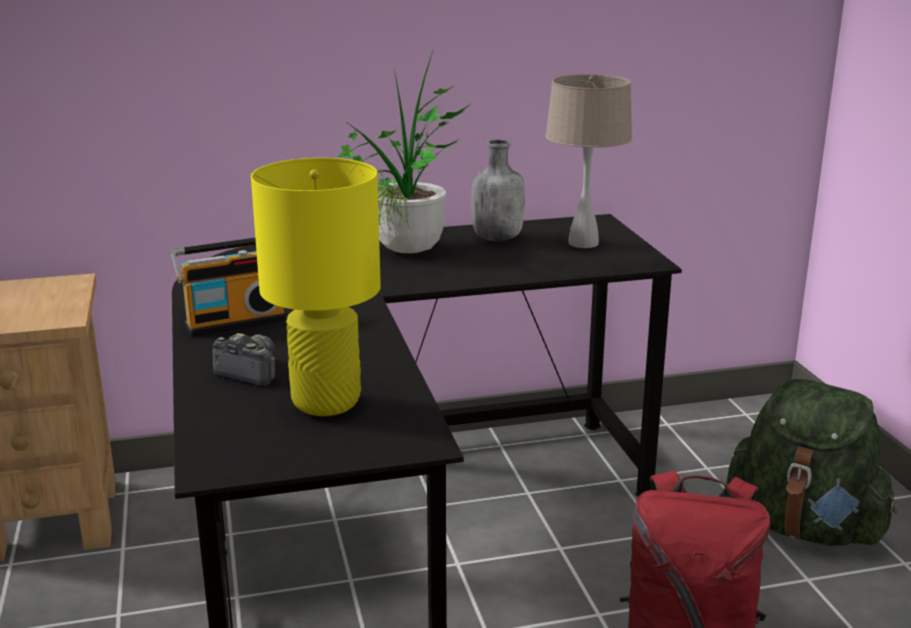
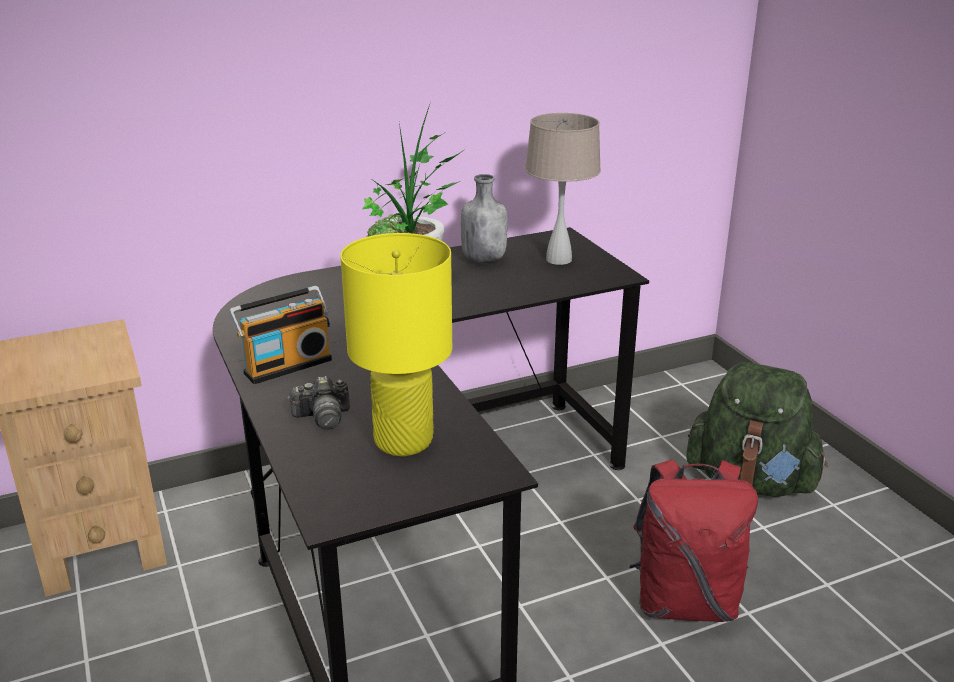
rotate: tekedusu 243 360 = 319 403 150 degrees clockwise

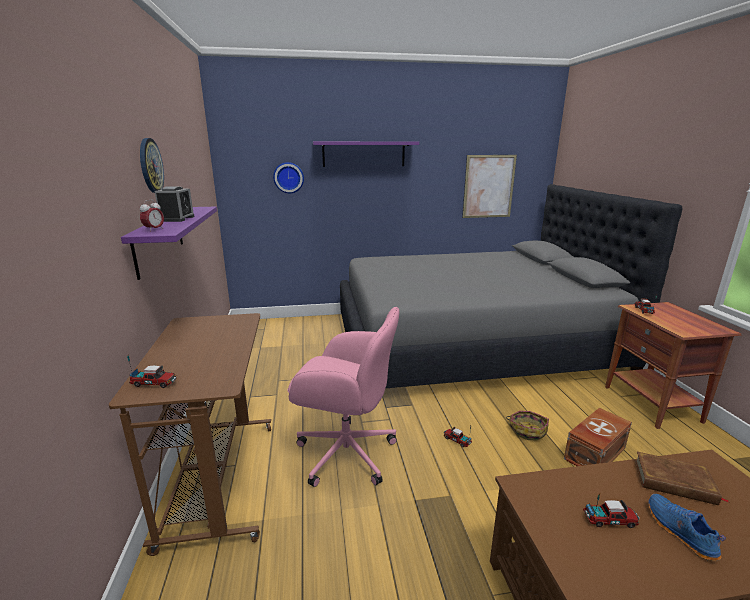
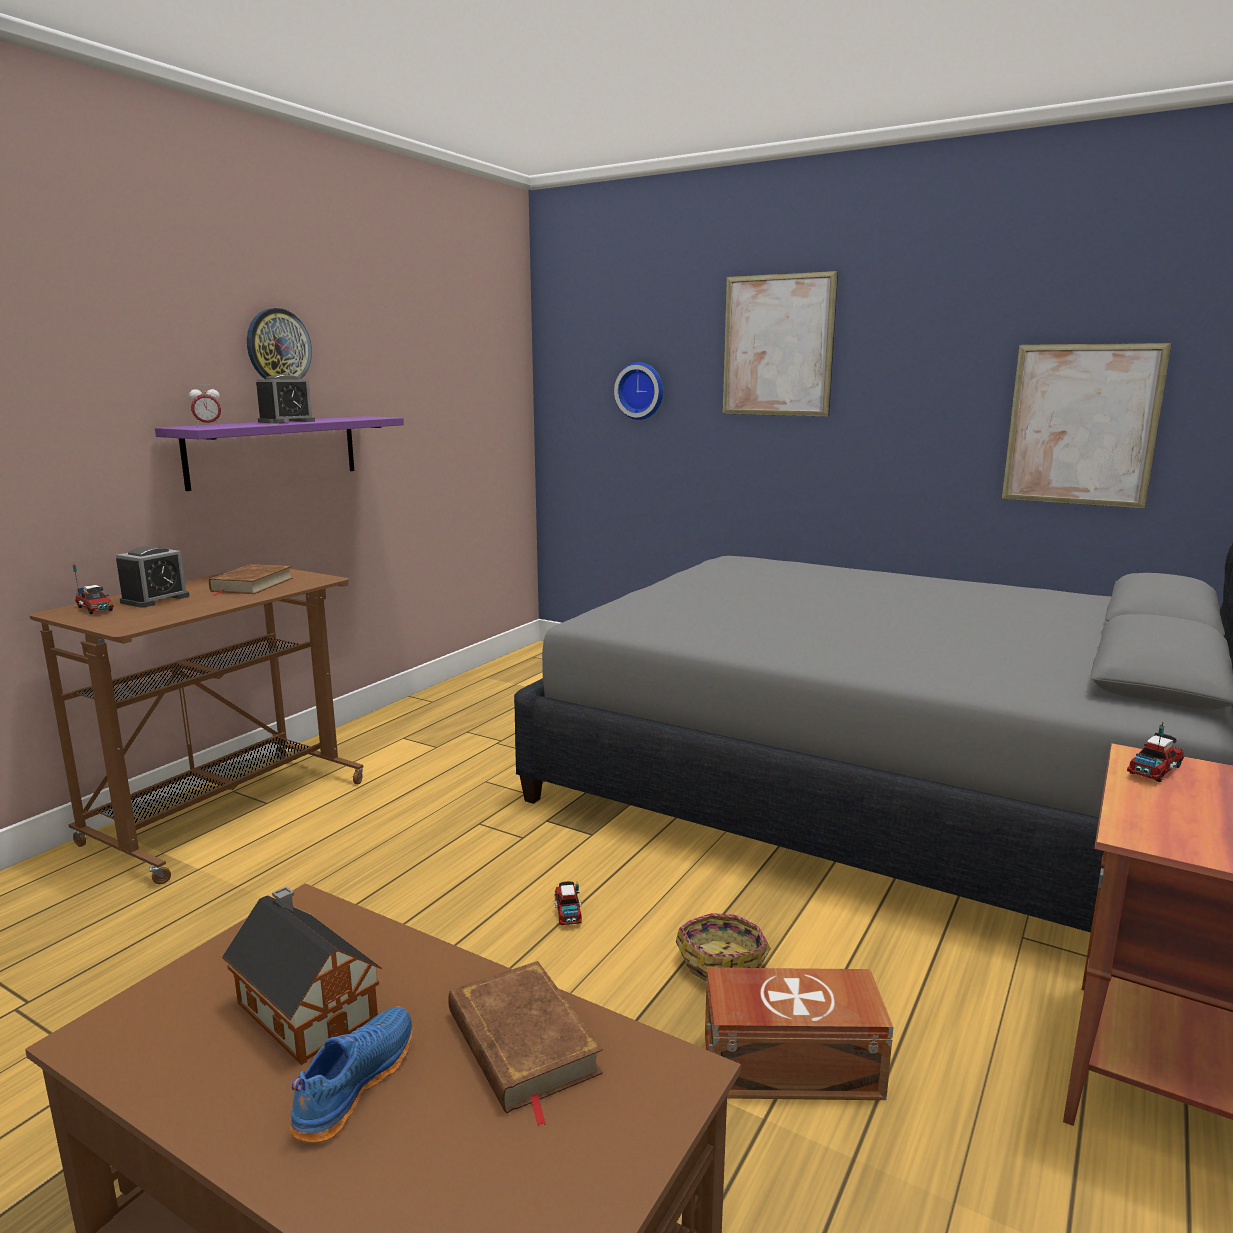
delete: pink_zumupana 343 397
insert: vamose 152 577; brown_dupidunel 251 580
replace: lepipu 611 510 to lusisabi 302 976; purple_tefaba 366 154 to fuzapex 780 344

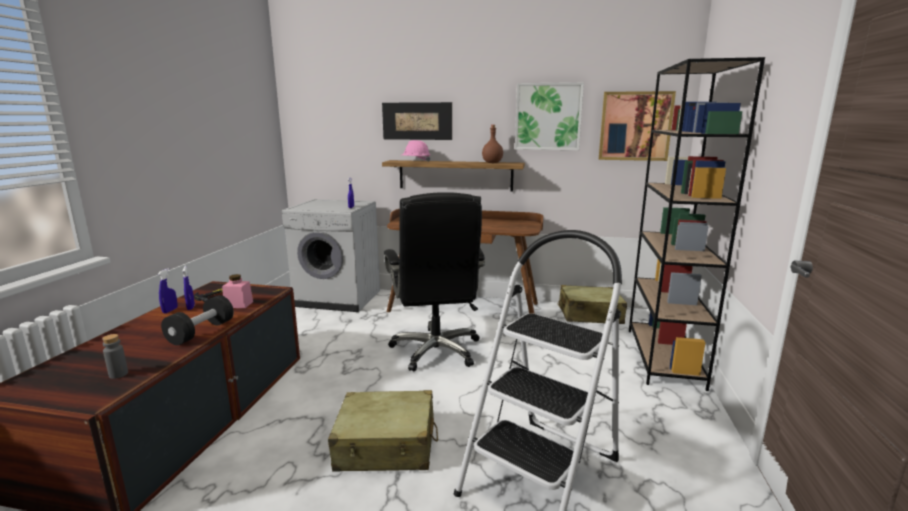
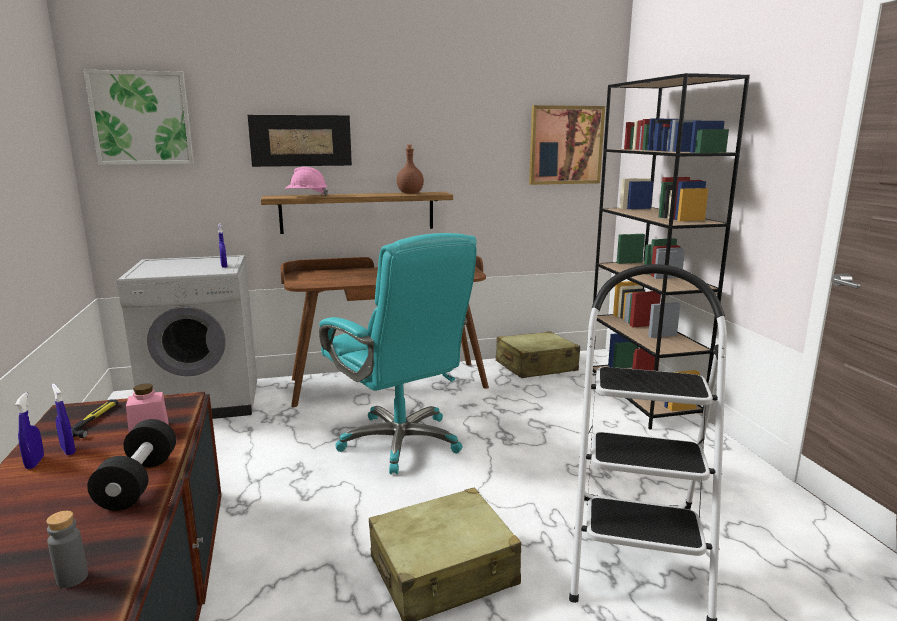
move: fuzapex 549 116 to 139 117
recolor: black_zumupana 434 282 to turquoise_zumupana 398 353

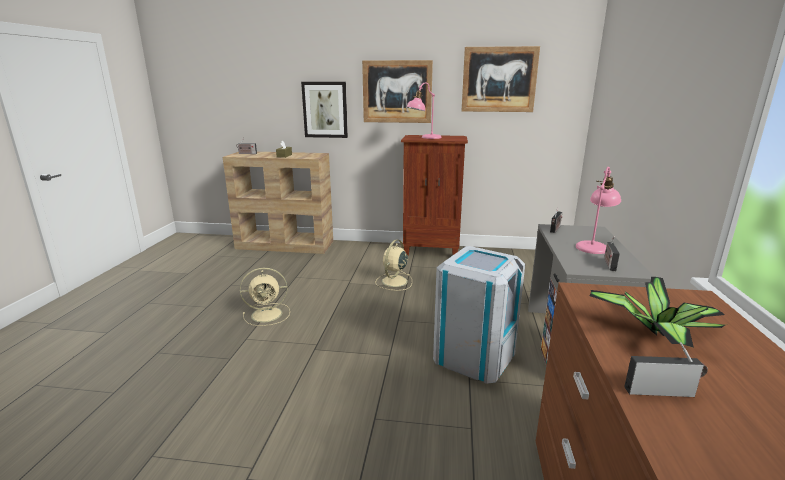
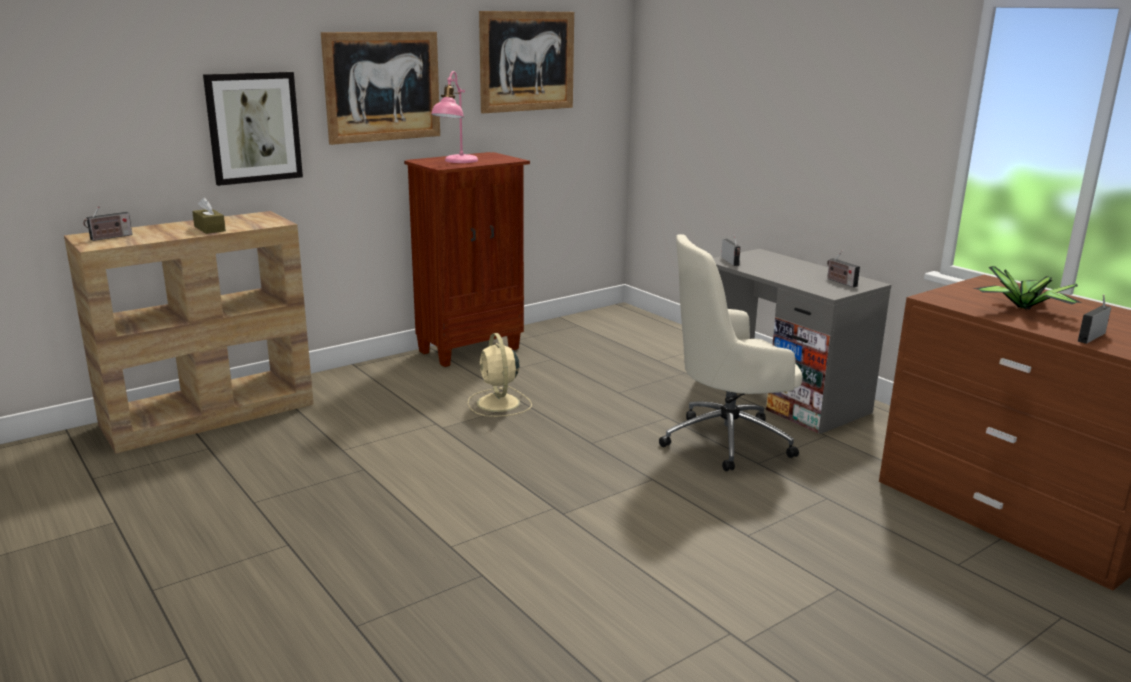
delete: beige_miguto 265 297; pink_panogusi 598 210
replace: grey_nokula 479 315 to beige_zumupana 730 352

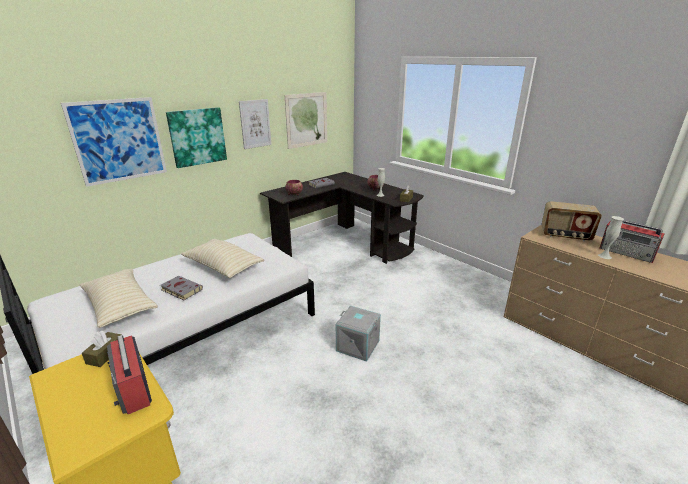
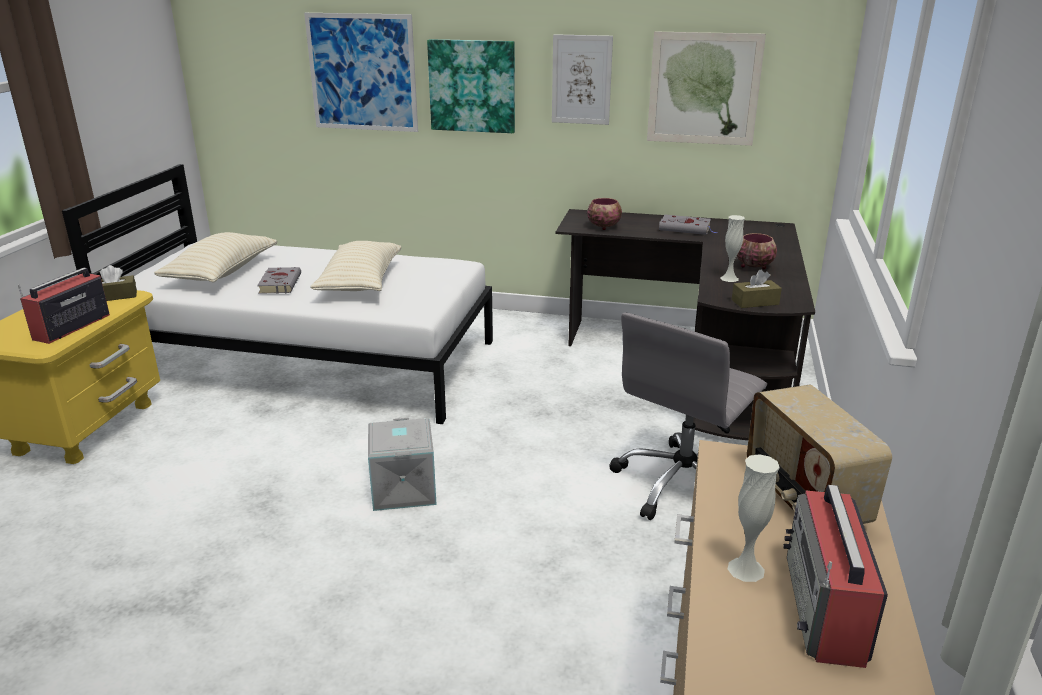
insert: grey_zumupana 688 416

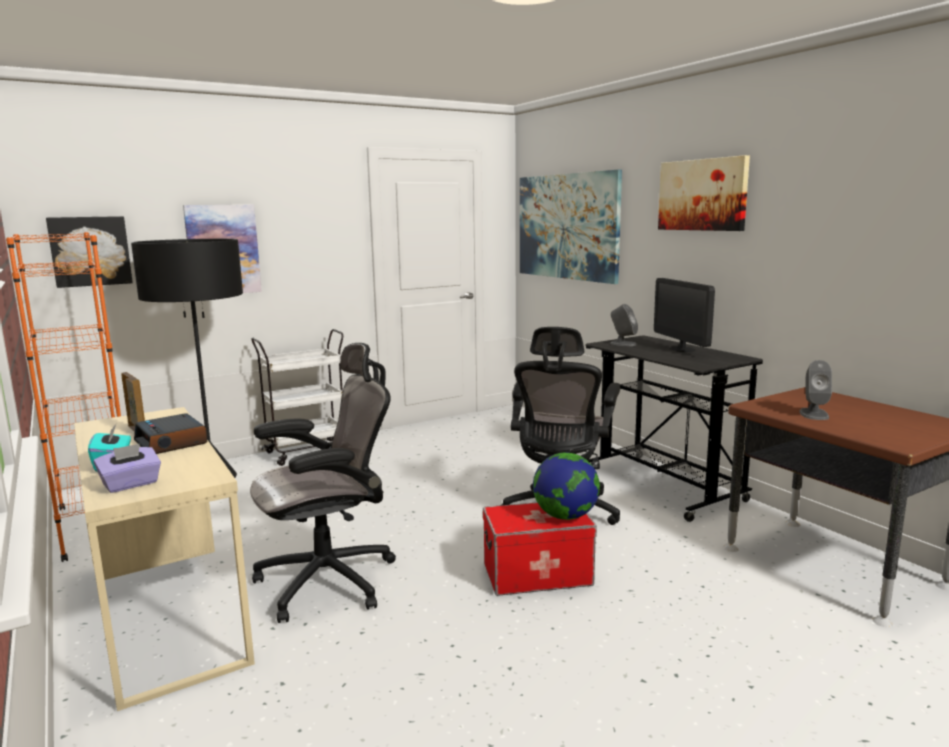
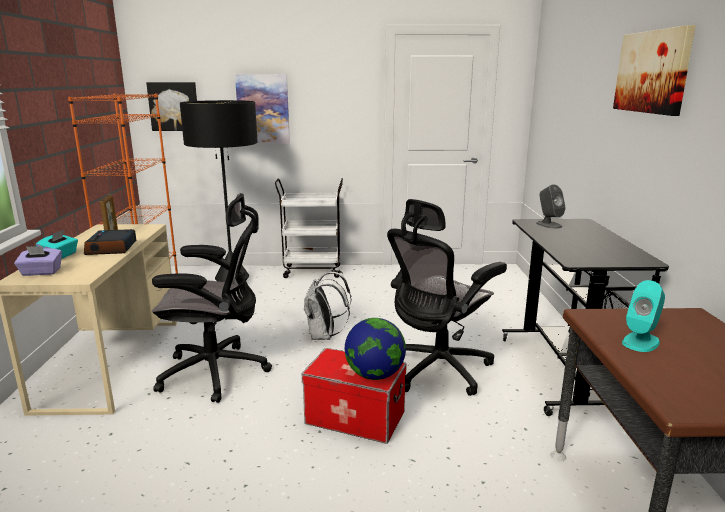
delete: fuzapex 571 226; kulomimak 684 315
insert: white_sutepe 327 306
recolor: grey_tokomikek 815 390 to turquoise_tokomikek 643 316

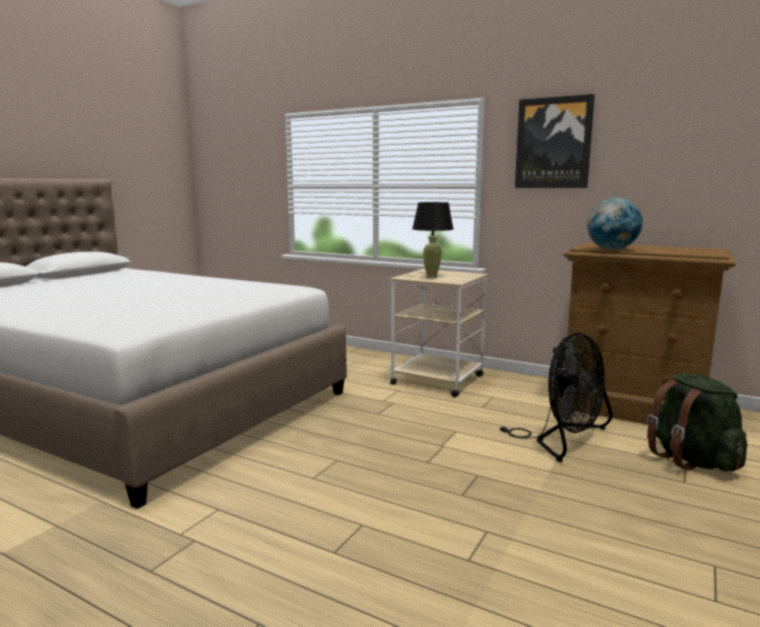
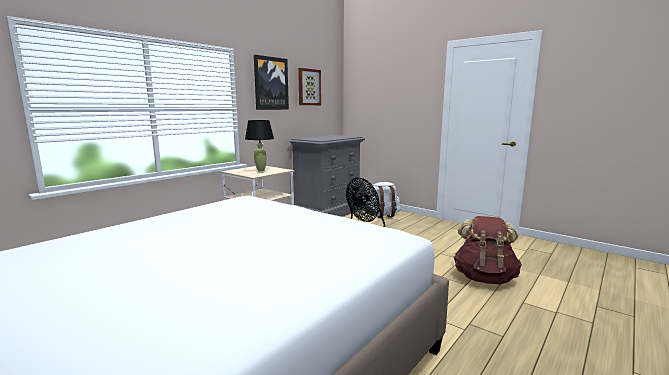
delete: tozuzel 615 224
insert: fuzapex 309 86; brown_sutepe 488 250
recolor: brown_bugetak 646 334 to grey_bugetak 327 176; green_sutepe 697 422 to white_sutepe 383 200

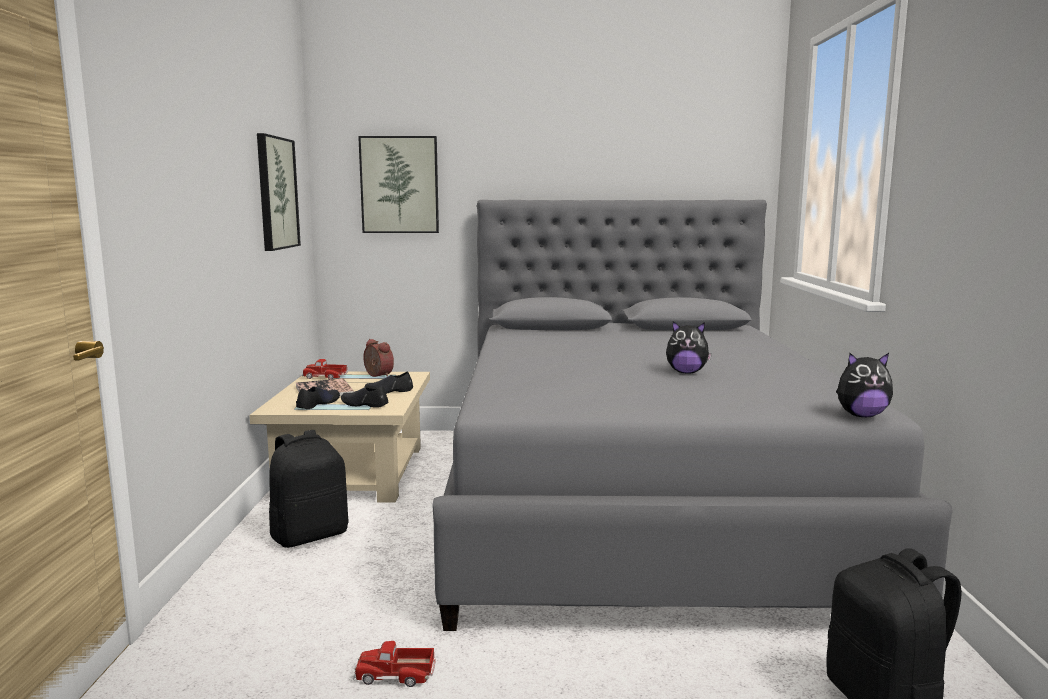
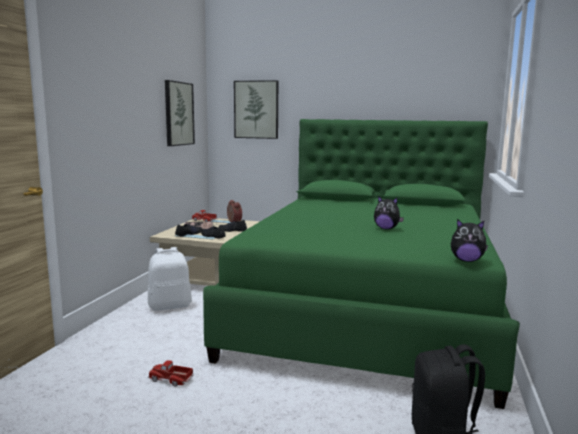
recolor: black_sutepe 309 489 to white_sutepe 170 279; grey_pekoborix 692 415 to green_pekoborix 361 264

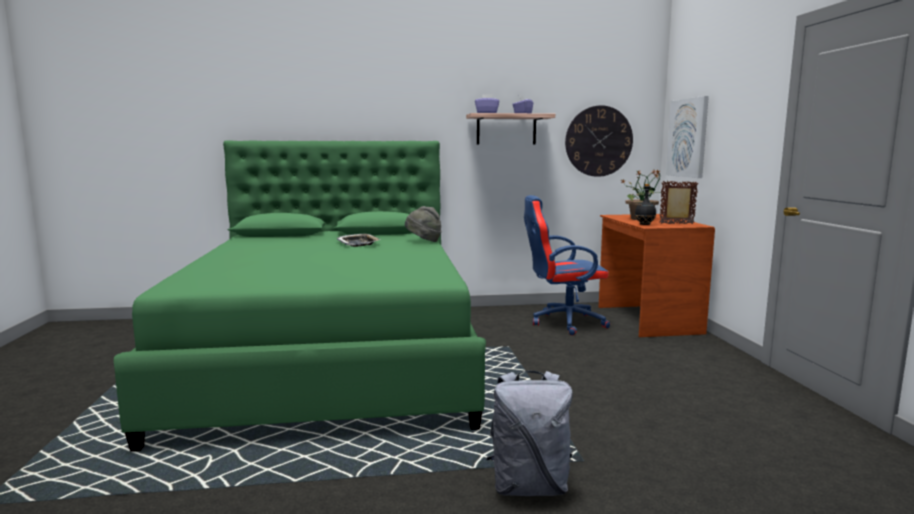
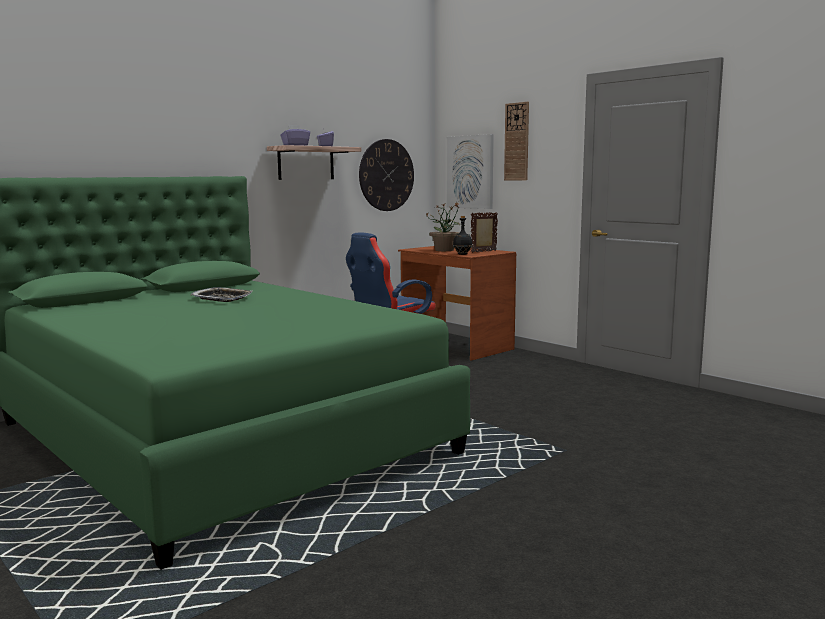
delete: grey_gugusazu 423 224; grey_sutepe 530 433
insert: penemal 516 141

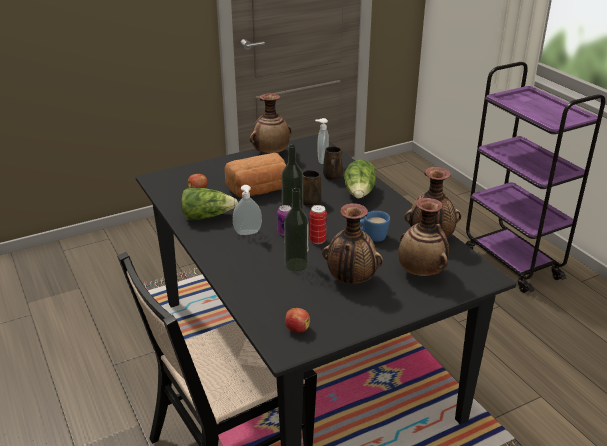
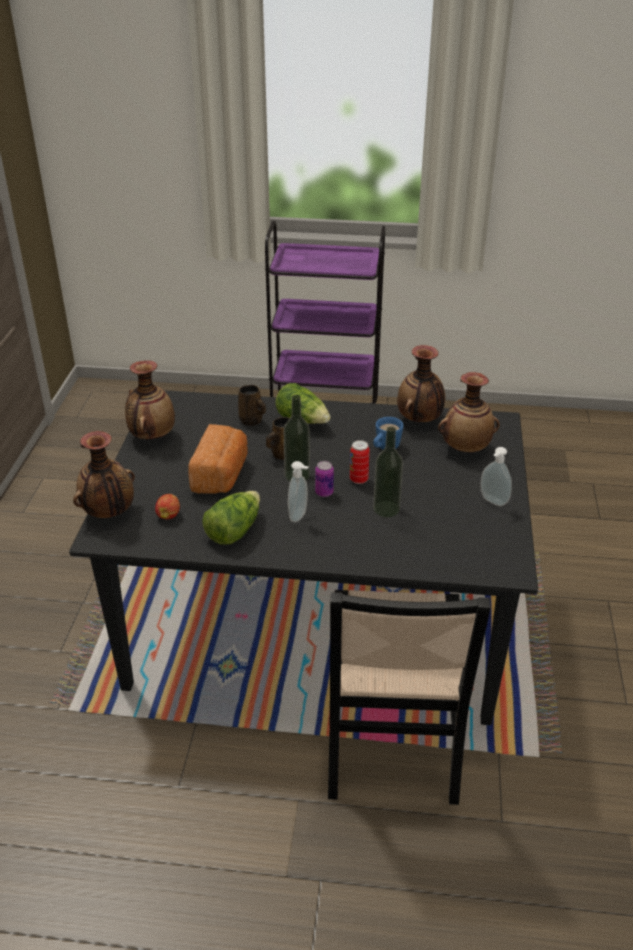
delete: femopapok 297 320
move: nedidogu 352 243 to 104 474; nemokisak 322 141 to 496 476

